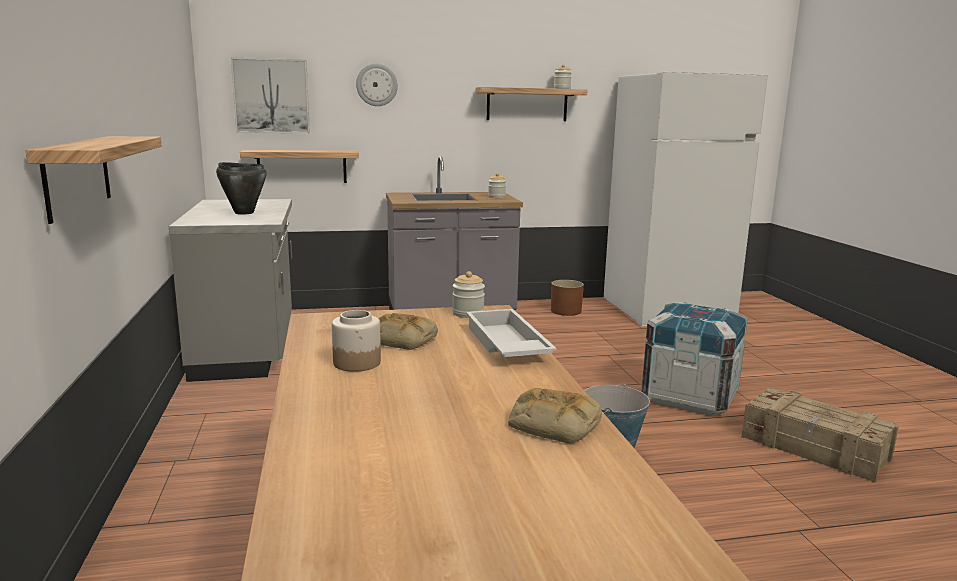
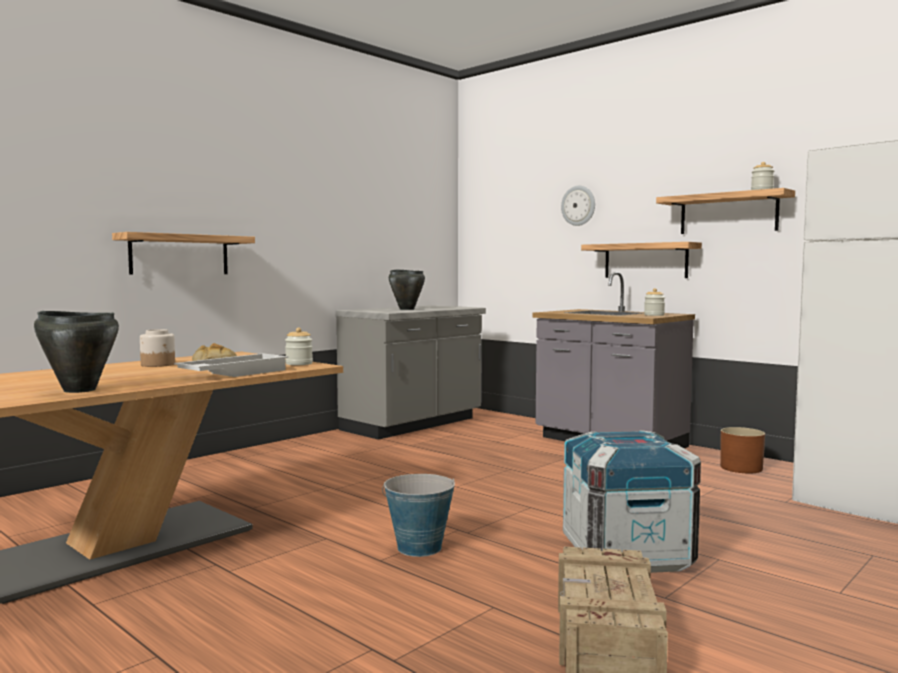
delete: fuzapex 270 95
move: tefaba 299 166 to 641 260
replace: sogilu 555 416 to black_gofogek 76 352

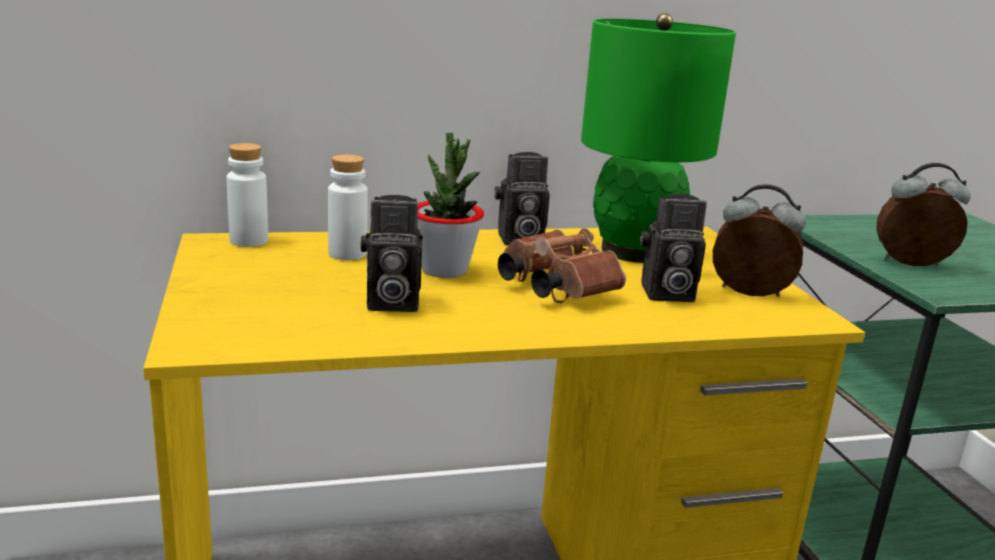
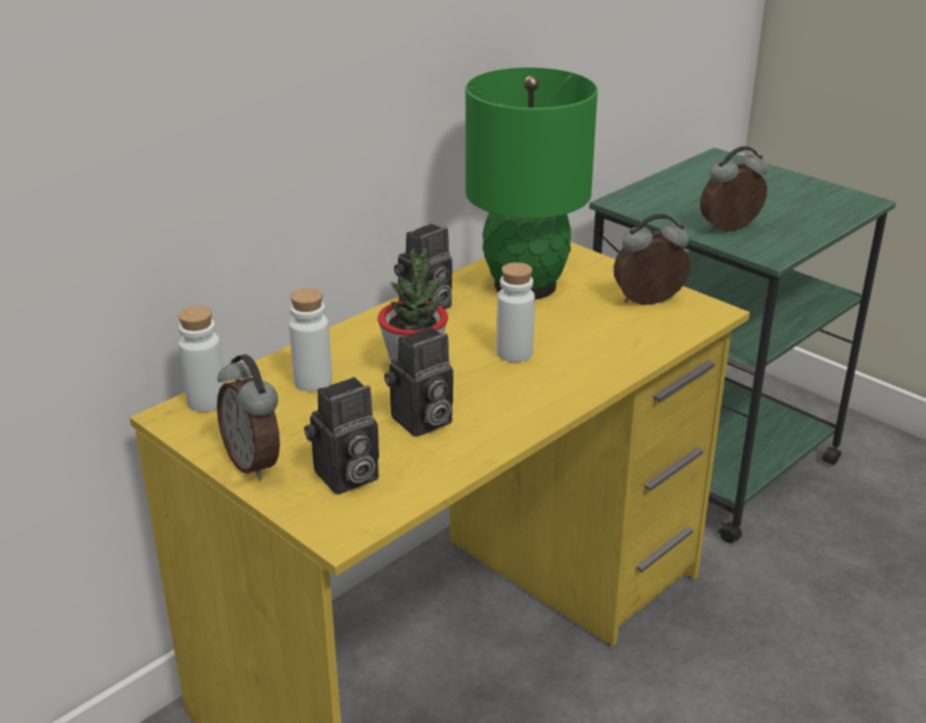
insert: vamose 248 417
move: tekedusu 673 248 to 341 435
replace: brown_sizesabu 562 265 to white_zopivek 516 312

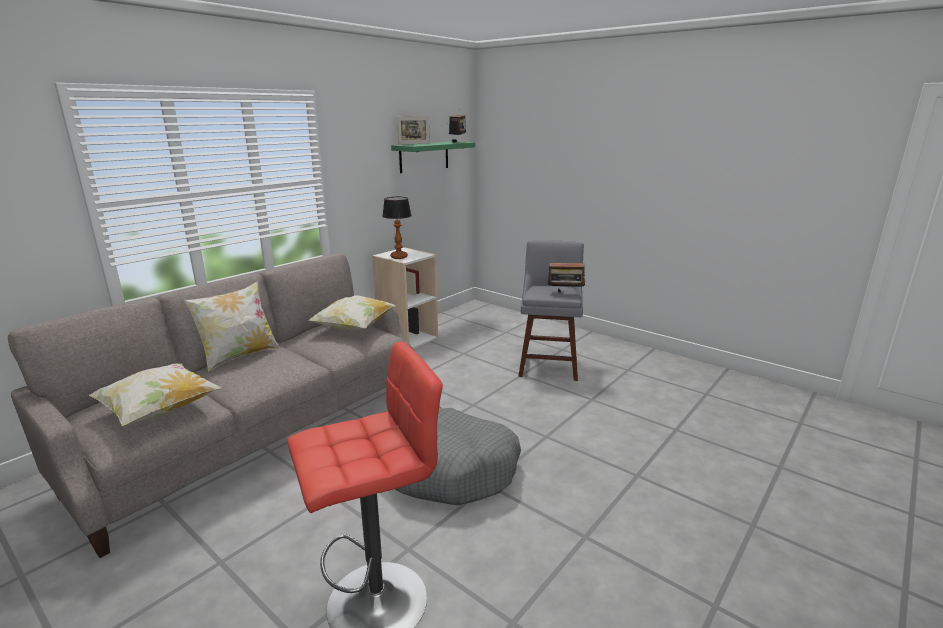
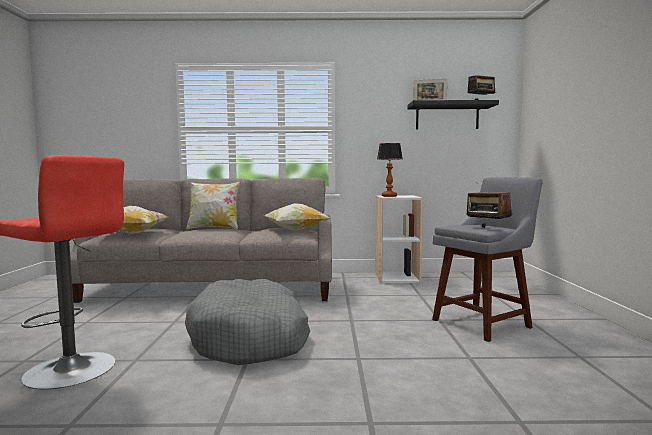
recolor: green_tefaba 433 157 to black_tefaba 453 114

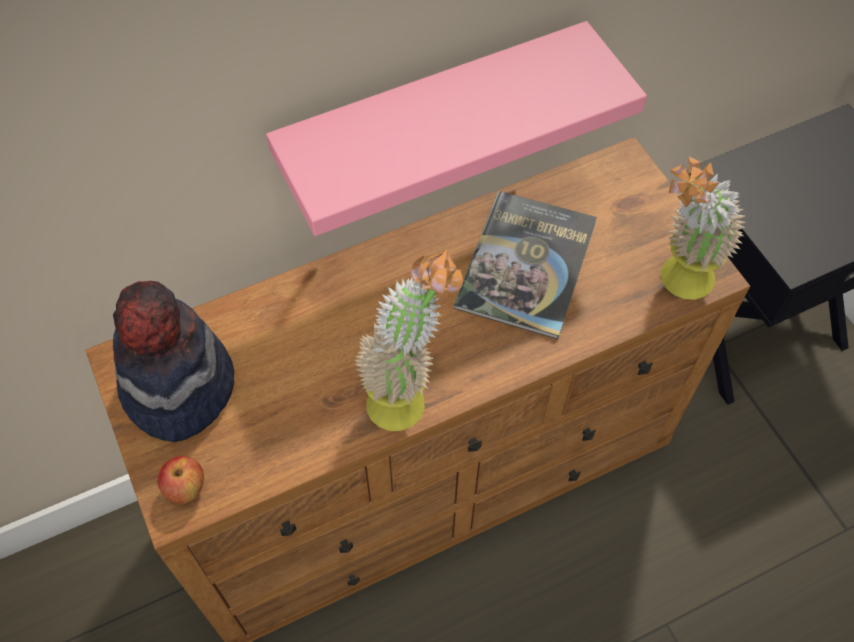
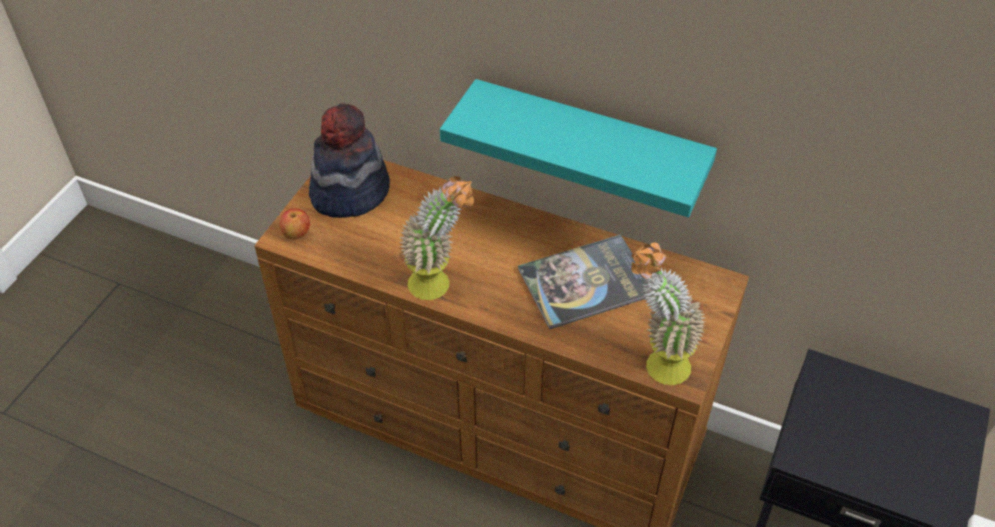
recolor: pink_tefaba 456 128 to turquoise_tefaba 578 148

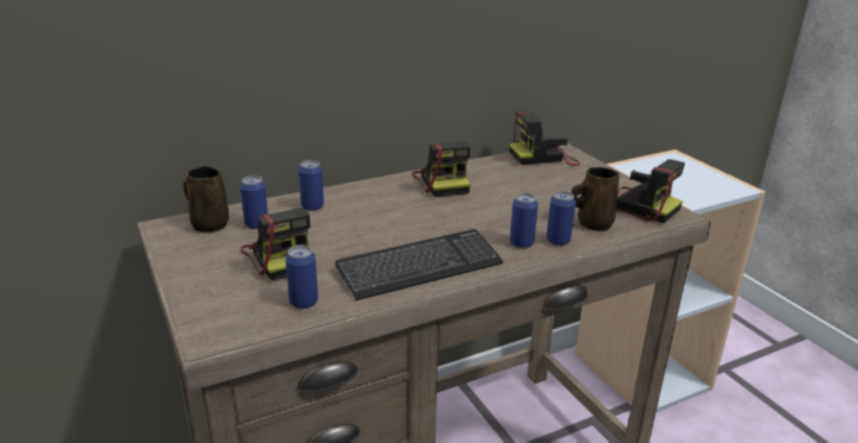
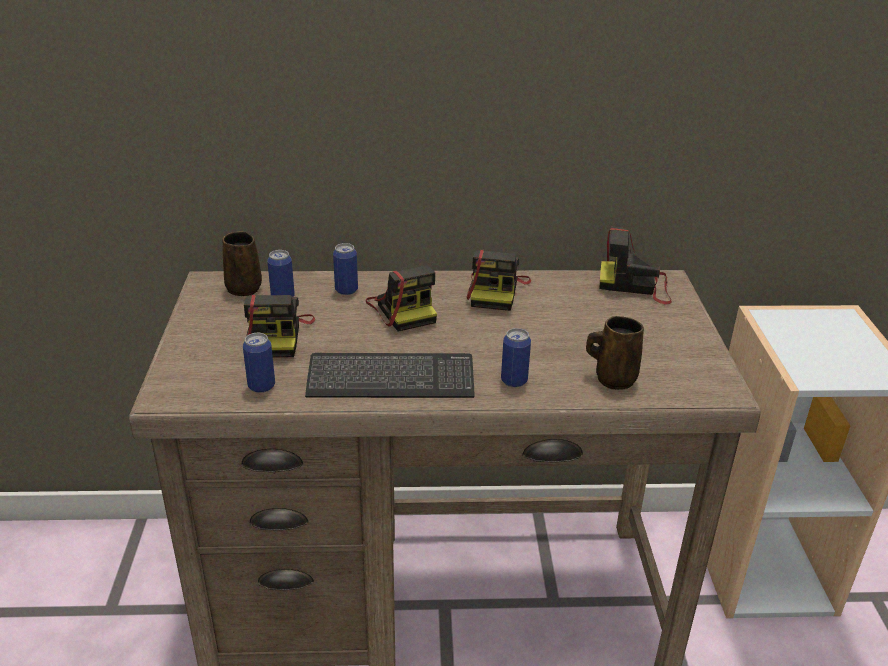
delete: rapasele 561 218
move: tekedusu 650 191 to 401 299

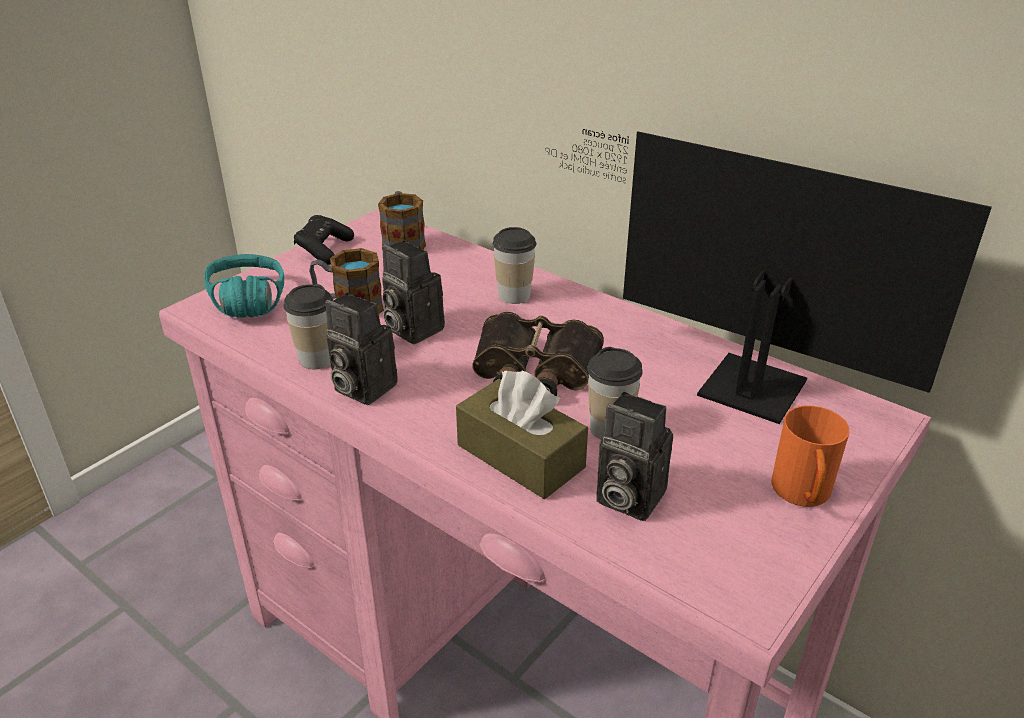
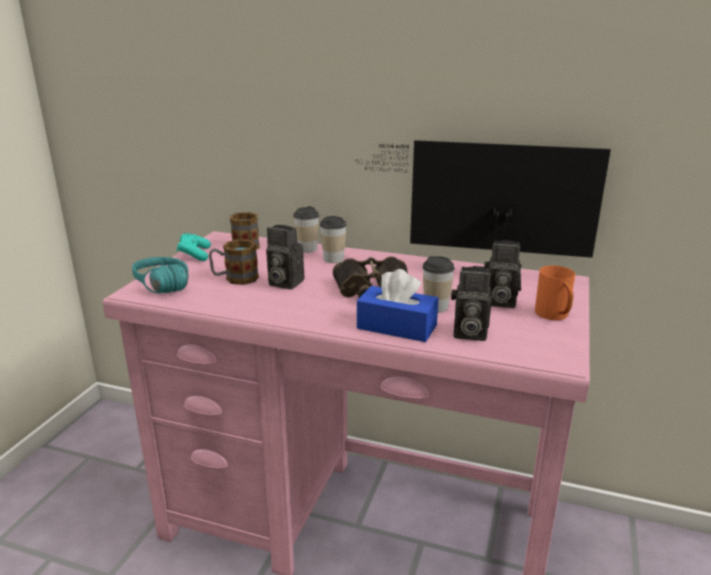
move: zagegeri 308 326 to 306 229; tekedusu 361 349 to 503 274
recolor: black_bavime 324 240 to turquoise_bavime 194 247; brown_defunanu 522 435 to blue_defunanu 397 305

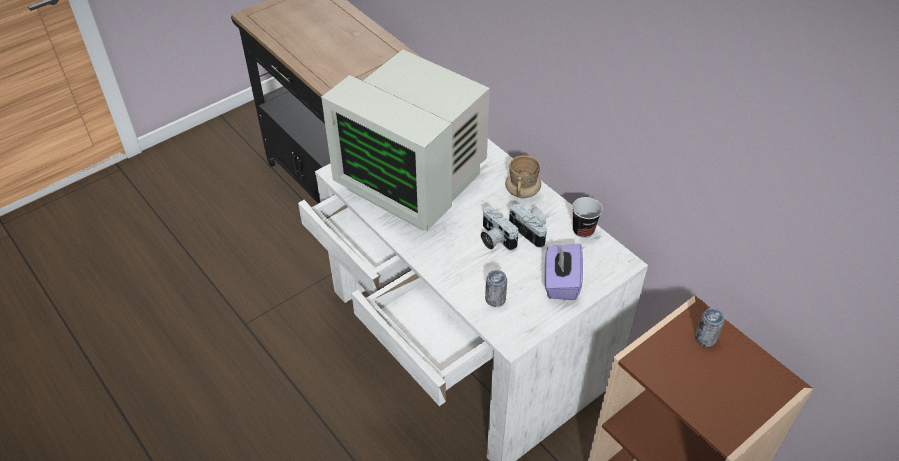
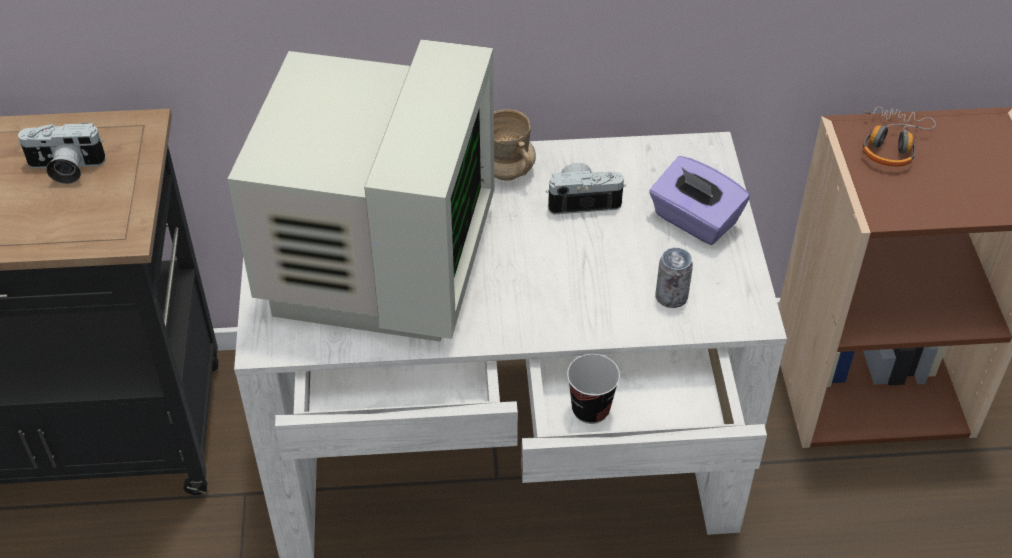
move: tekedusu 500 228 to 62 153; zagegeri 587 217 to 593 389
replace: rapasele 709 327 to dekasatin 899 137
rotate: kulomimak 405 140 = 360 190 60 degrees counterclockwise

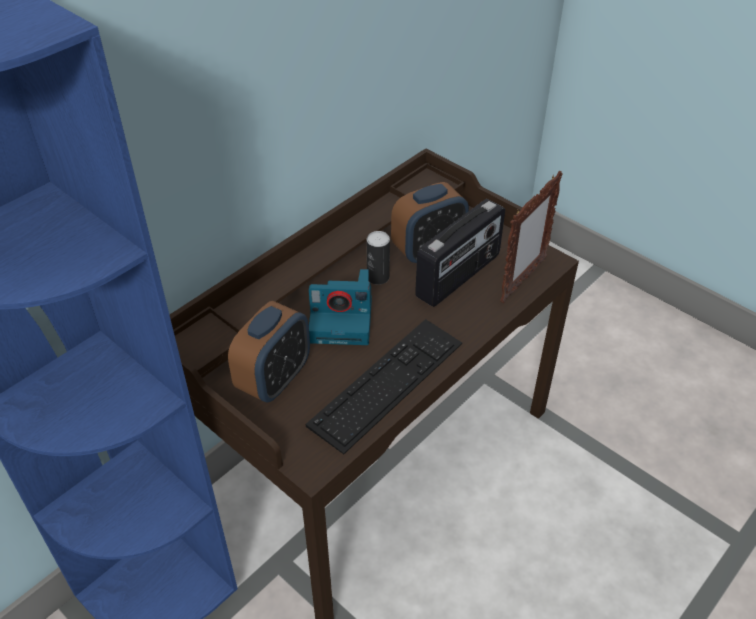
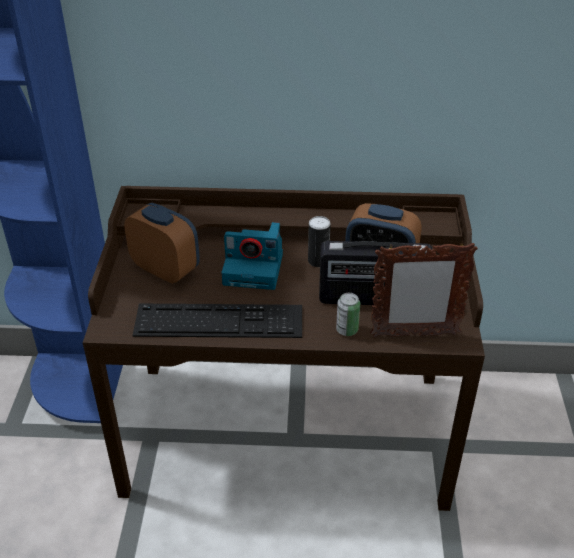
insert: rapasele 348 314
rotate: vamose 269 351 = 162 243 135 degrees counterclockwise; tekedusu 340 307 = 252 256 45 degrees counterclockwise

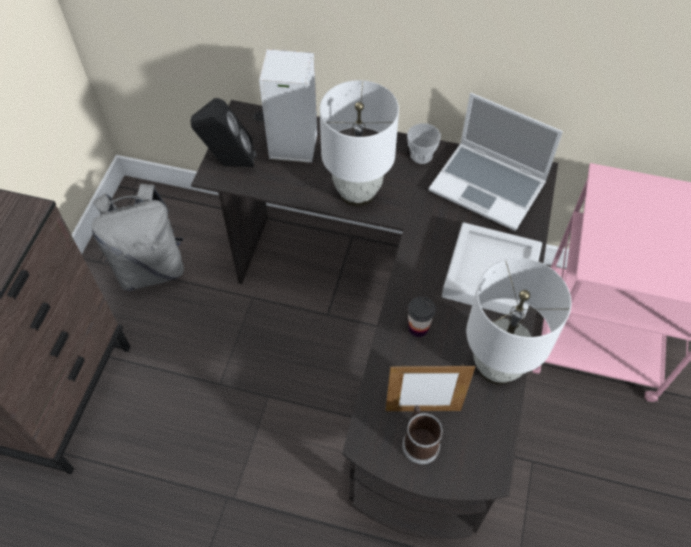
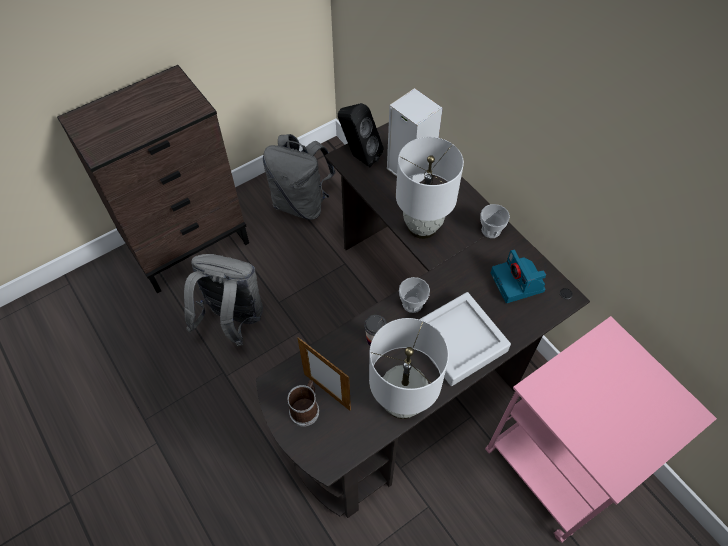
insert: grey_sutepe 223 300; zagegeri 414 295
replace: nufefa 496 162 to tekedusu 518 276

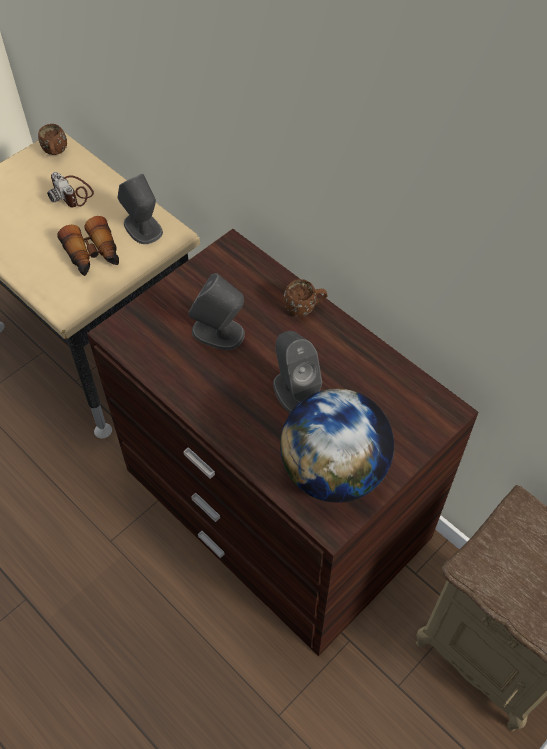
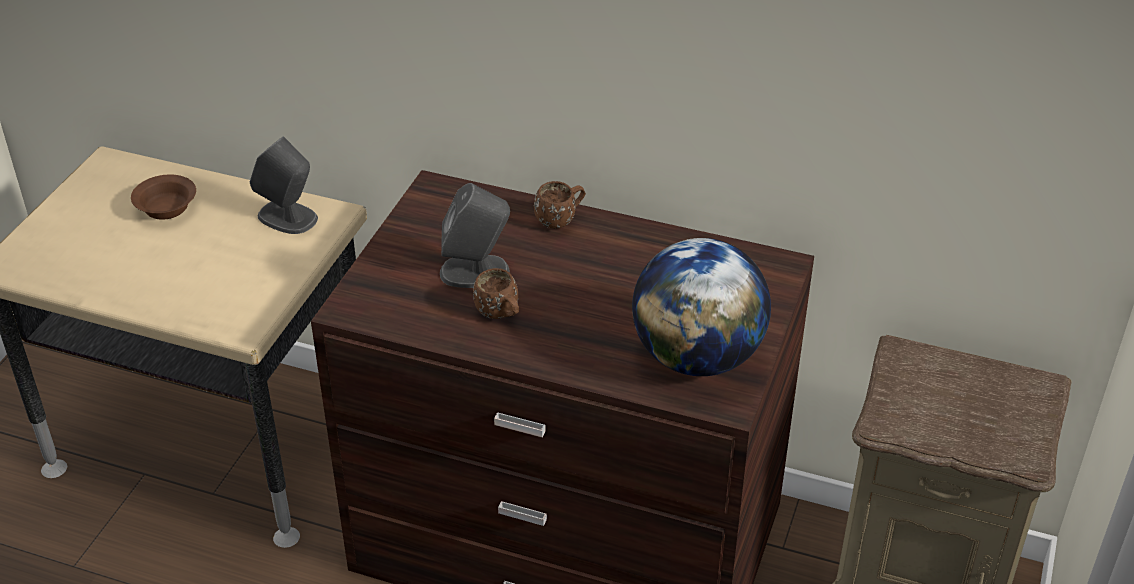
delete: sizesabu 88 246; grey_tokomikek 297 372
move: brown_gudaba 52 139 to 496 293
replace: tekedusu 70 189 to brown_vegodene 163 197

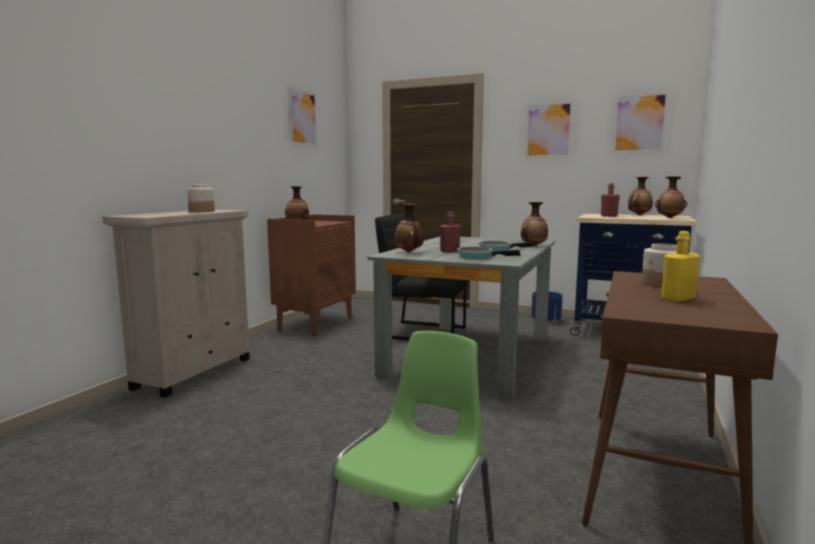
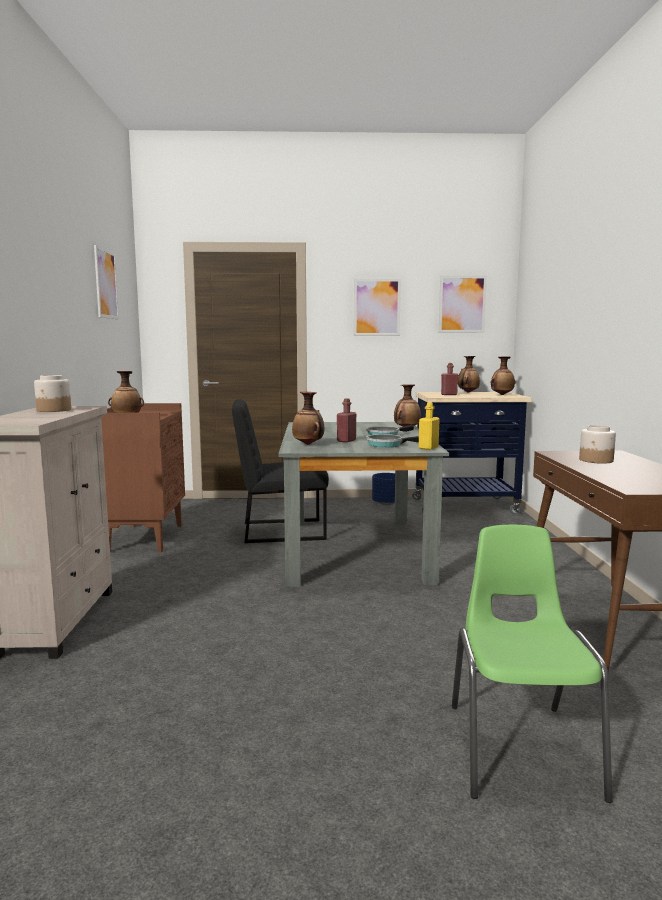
move: yellow_zopivek 680 266 to 429 426

